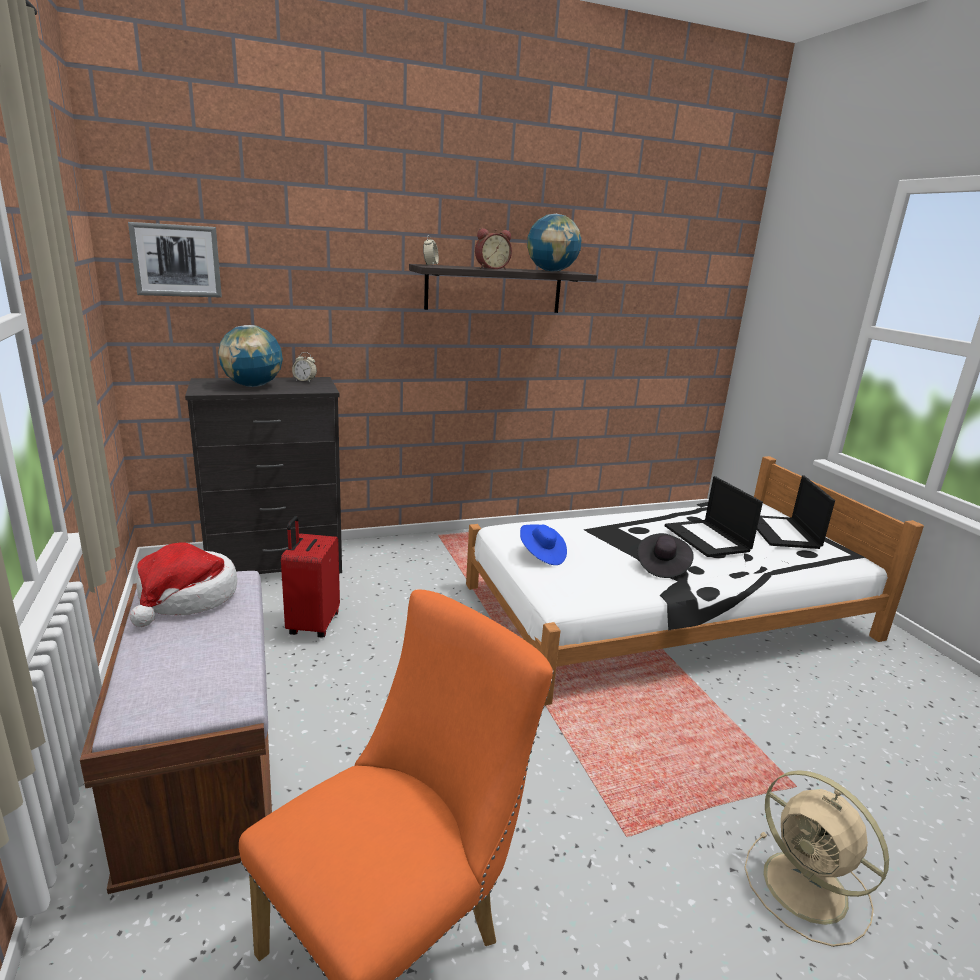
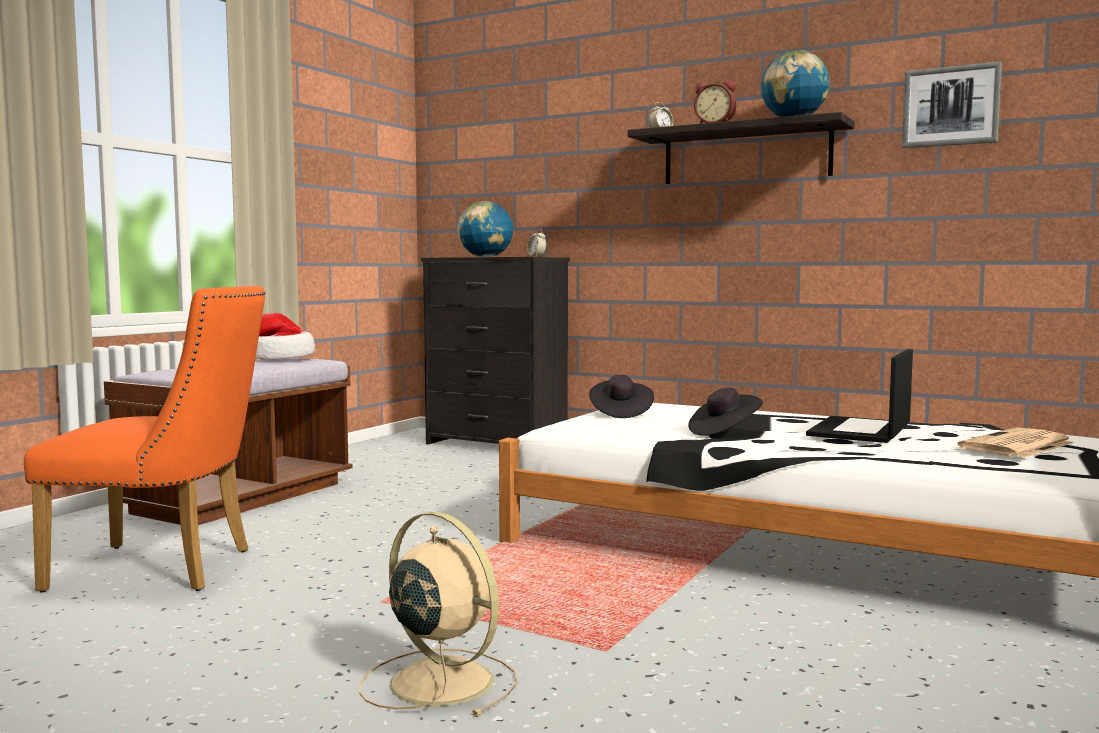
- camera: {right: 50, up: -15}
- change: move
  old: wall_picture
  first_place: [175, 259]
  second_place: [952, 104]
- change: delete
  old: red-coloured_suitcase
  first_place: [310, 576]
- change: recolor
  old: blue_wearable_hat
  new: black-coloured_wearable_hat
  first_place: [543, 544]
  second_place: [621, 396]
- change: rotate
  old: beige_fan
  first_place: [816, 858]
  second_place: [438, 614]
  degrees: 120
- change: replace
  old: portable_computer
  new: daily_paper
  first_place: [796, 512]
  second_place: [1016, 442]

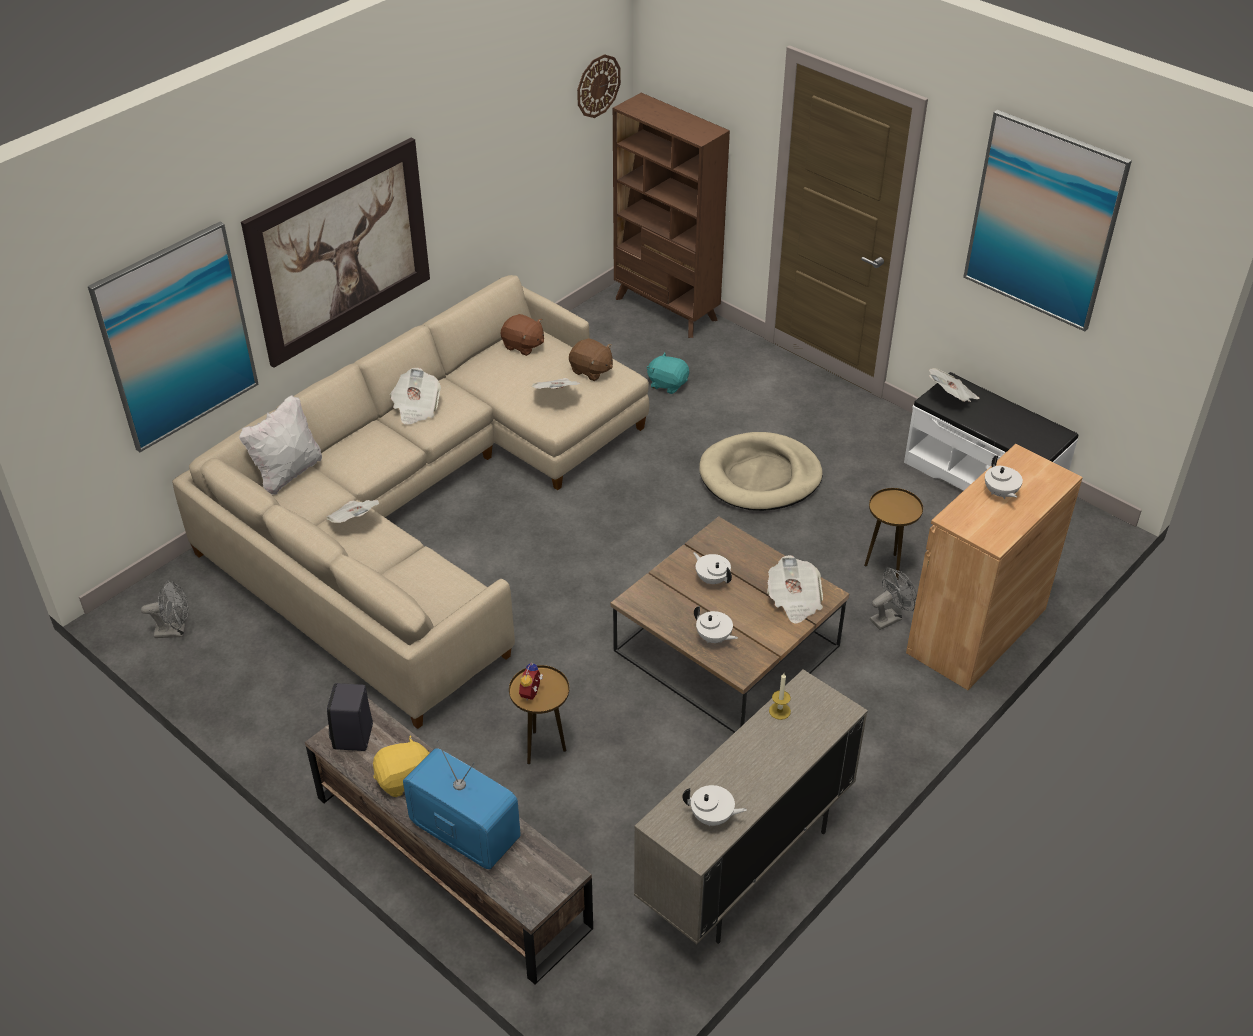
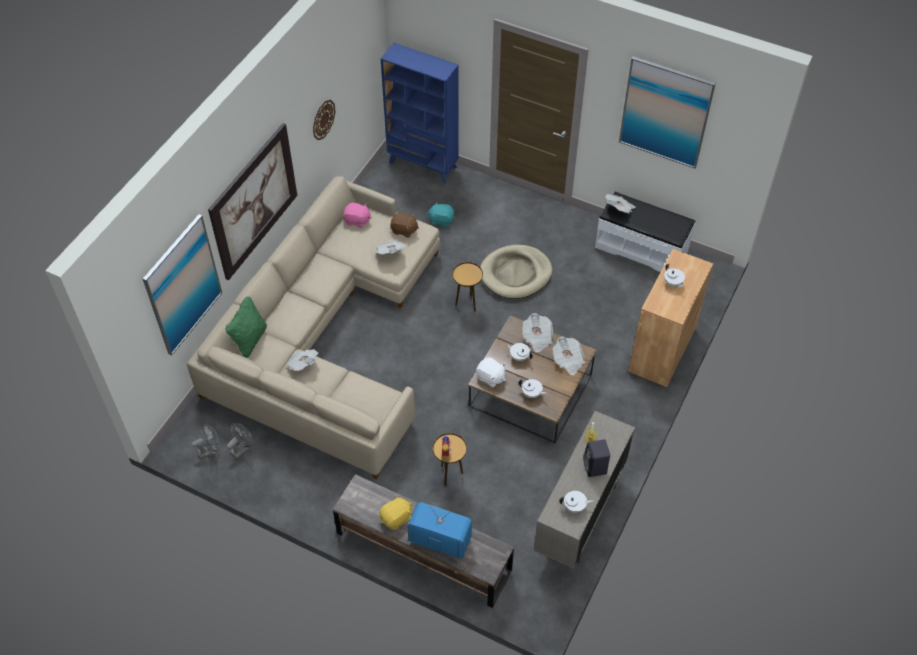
- camera: {right: -15, up: 10}
- change: recolor
  old: white-coloured_throw_pillow
  new: green_throw_pillow
  first_place: [280, 445]
  second_place: [246, 327]
- change: move
  old: black-coloured_speaker
  first_place: [350, 717]
  second_place: [596, 458]
- change: move
  old: daily_paper
  first_place: [415, 396]
  second_place: [537, 332]
- change: recolor
  old: brownish_cuddly_toy
  new: pink-coloured_cuddly_toy
  first_place: [522, 335]
  second_place: [357, 215]
- change: move
  old: clock_on_the_wall
  first_place: [599, 86]
  second_place: [324, 120]
- change: recolor
  old: brownish_bookshelf
  new: blue_bookshelf
  first_place: [671, 215]
  second_place: [420, 113]
- change: move
  old: brownish_side_table
  first_place: [893, 534]
  second_place: [467, 286]
- change: move
  old: greyish_fan
  first_place: [893, 599]
  second_place: [239, 440]
- change: insert
  new: white-coloured_cuddly_toy
  second_place: [491, 372]

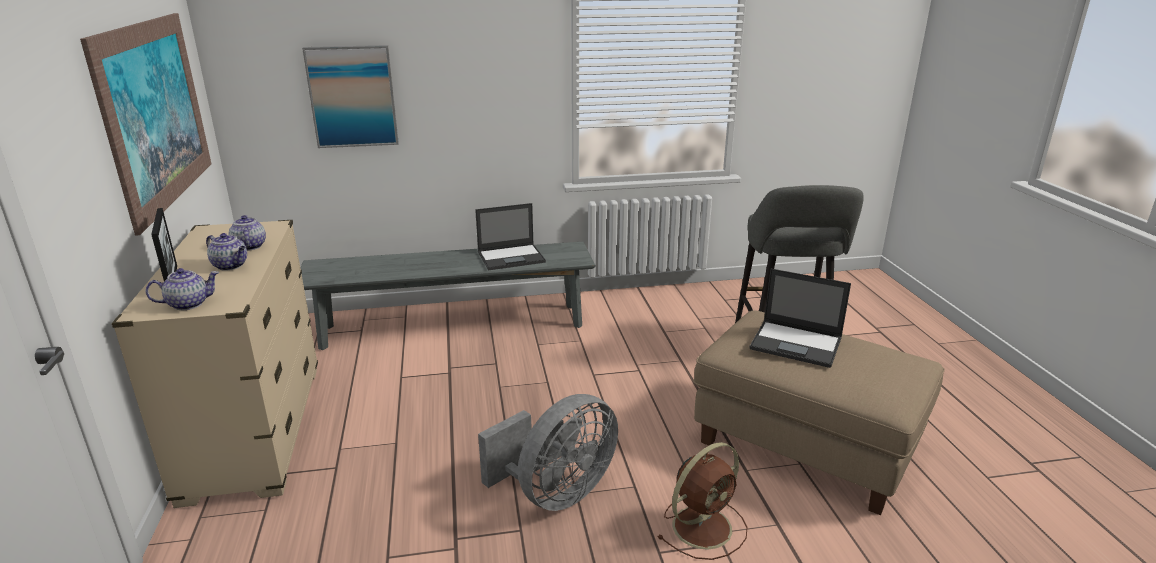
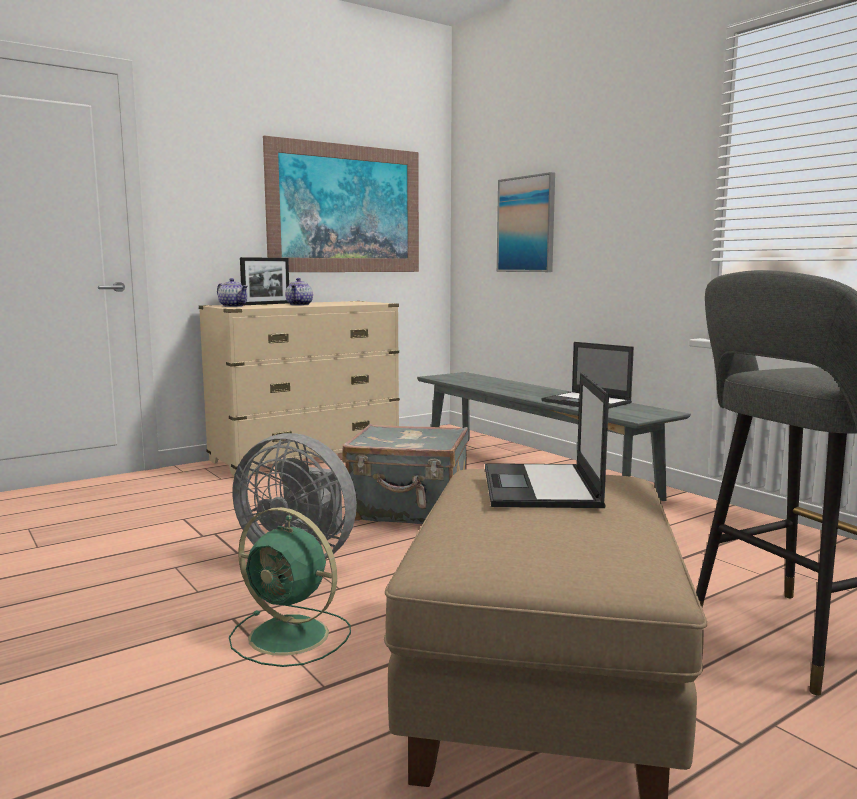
- camera: {right: 65, up: -15}
- change: delete
  old: tea_pot
  first_place: [247, 233]
- change: recolor
  old: brownish_fan
  new: green_fan
  first_place: [702, 501]
  second_place: [290, 587]
- change: insert
  new: greyish_suitcase
  second_place: [405, 474]

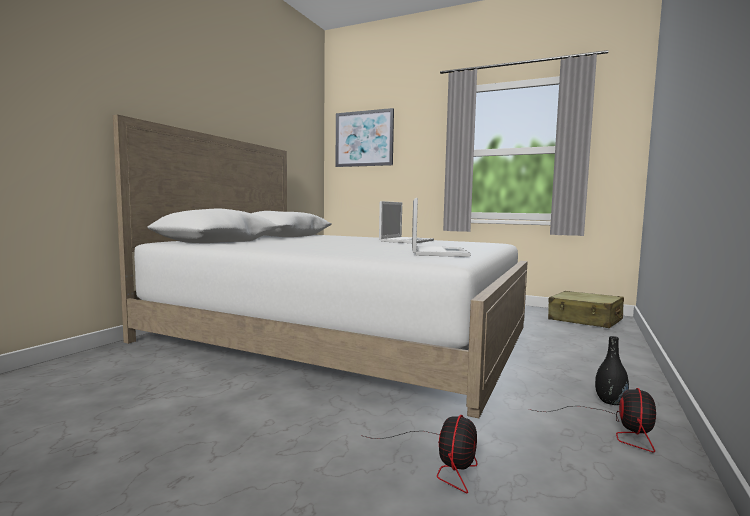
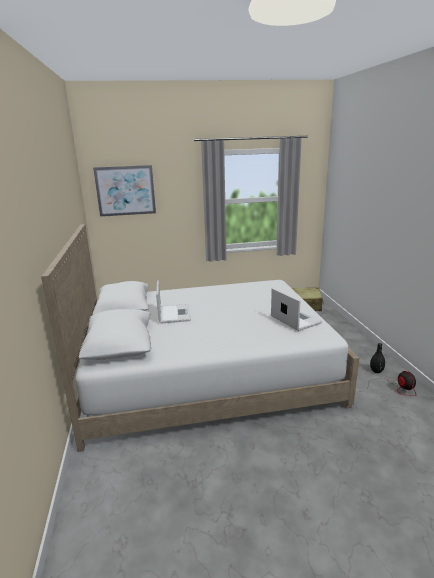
- camera: {right: -35, up: 15}
- change: delete
  old: fan
  first_place: [419, 454]
- change: move
  old: portable_computer
  first_place: [406, 222]
  second_place: [173, 302]

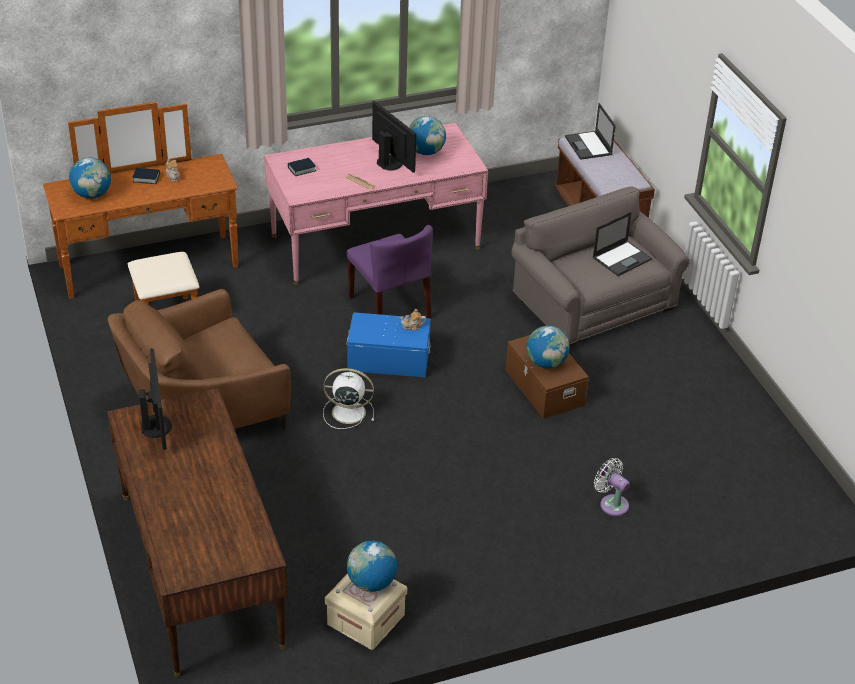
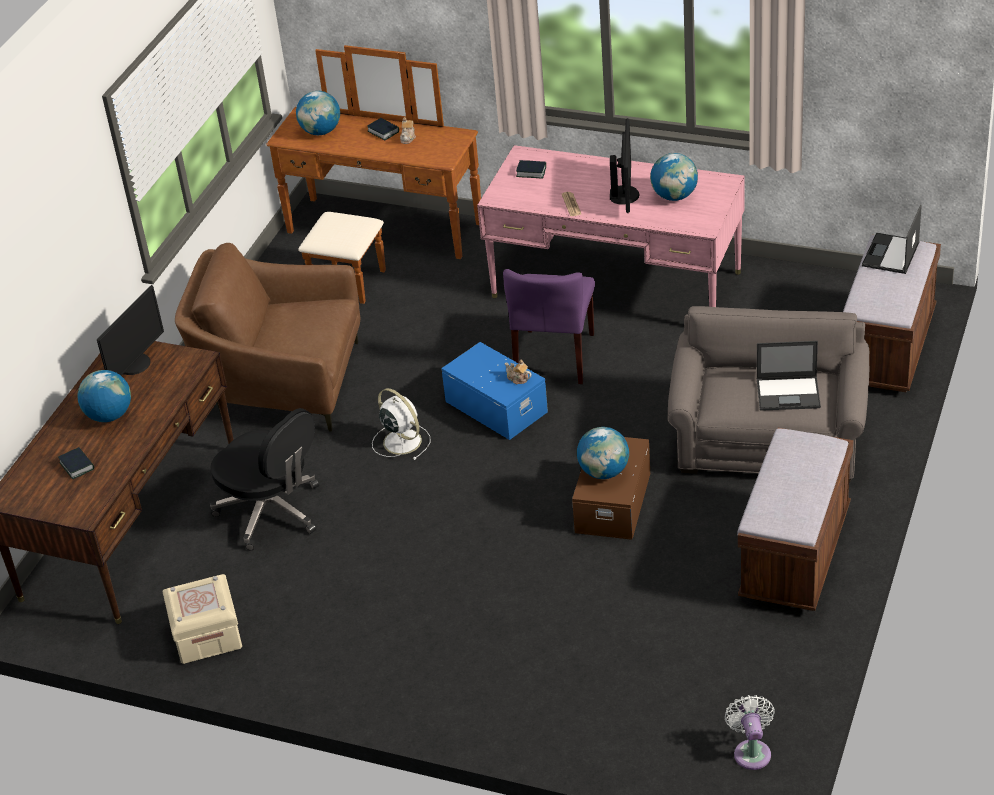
- camera: {right: 45, up: 0}
- change: move
  old: world_globe
  first_place: [372, 566]
  second_place: [104, 396]
- change: move
  old: white-coloured_fan
  first_place: [612, 487]
  second_place: [750, 732]
- change: insert
  new: volume
  second_place: [76, 463]
- change: insert
  new: black-coloured_computer_chair
  second_place: [264, 479]
- change: insert
  new: brownish_bench
  second_place: [795, 519]

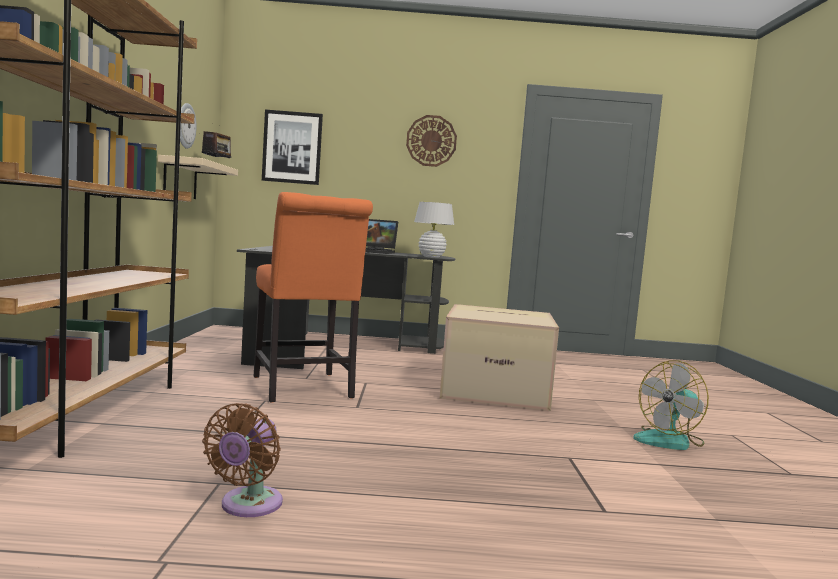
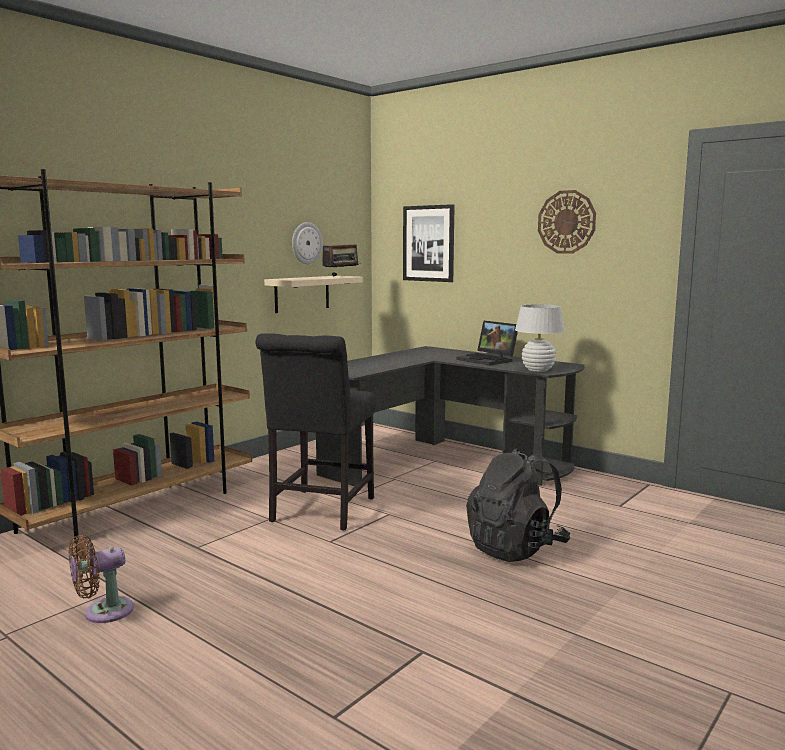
- camera: {right: 40, up: 5}
- change: recolor
  old: orangey_chair
  new: black-coloured_chair
  first_place: [313, 297]
  second_place: [315, 431]
- change: replace
  old: packing_box
  new: black-coloured_rucksack
  first_place: [499, 357]
  second_place: [518, 505]
- change: delete
  old: fan
  first_place: [671, 405]

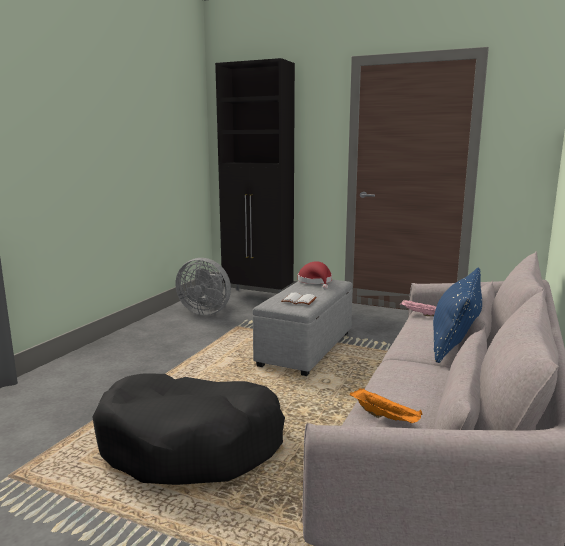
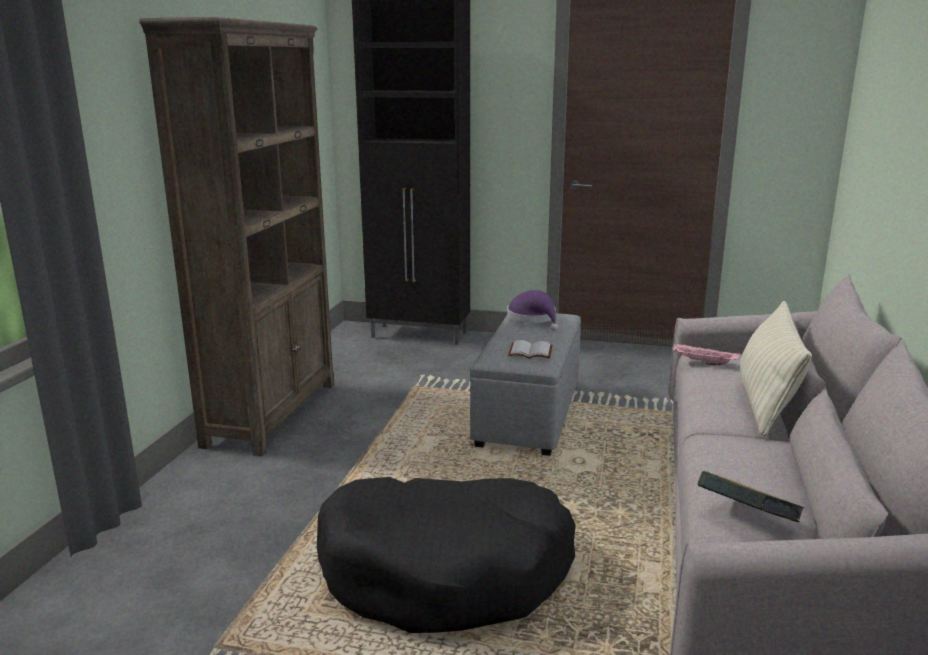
- camera: {right: -10, up: 5}
- change: delete
  old: greyish_fan
  first_place: [203, 286]
- change: recolor
  old: red-coloured_wearable_hat
  new: purplish_wearable_hat
  first_place: [315, 275]
  second_place: [532, 310]
- change: replace
  old: orangey_tray
  new: volume
  first_place: [386, 405]
  second_place: [751, 496]
- change: recolor
  old: blue_throw_pillow
  new: beige_throw_pillow
  first_place: [457, 315]
  second_place: [776, 368]
- change: insert
  new: brownish_bookshelf
  second_place: [236, 236]

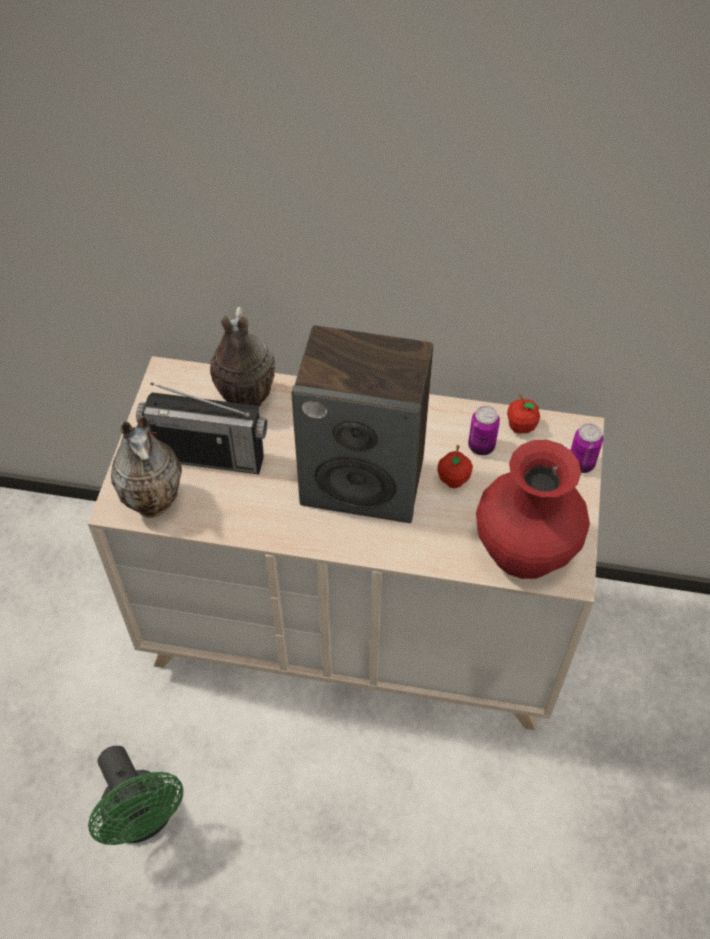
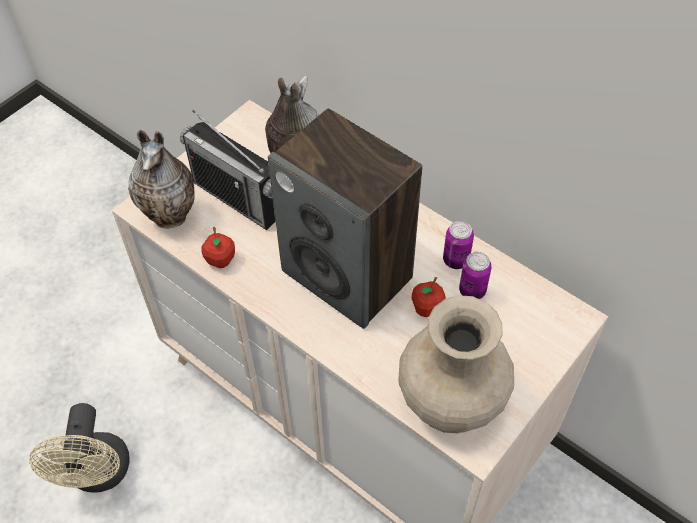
- camera: {right: 30, up: 0}
- change: recolor
  old: green_fan
  new: beige_fan
  first_place: [136, 795]
  second_place: [79, 448]
- change: recolor
  old: red-coloured_vase
  new: beige_vase
  first_place: [533, 509]
  second_place: [456, 364]
- change: move
  old: apple_fruit
  first_place: [523, 413]
  second_place: [218, 247]
- change: move
  old: metal_can
  first_place: [587, 448]
  second_place: [458, 245]

